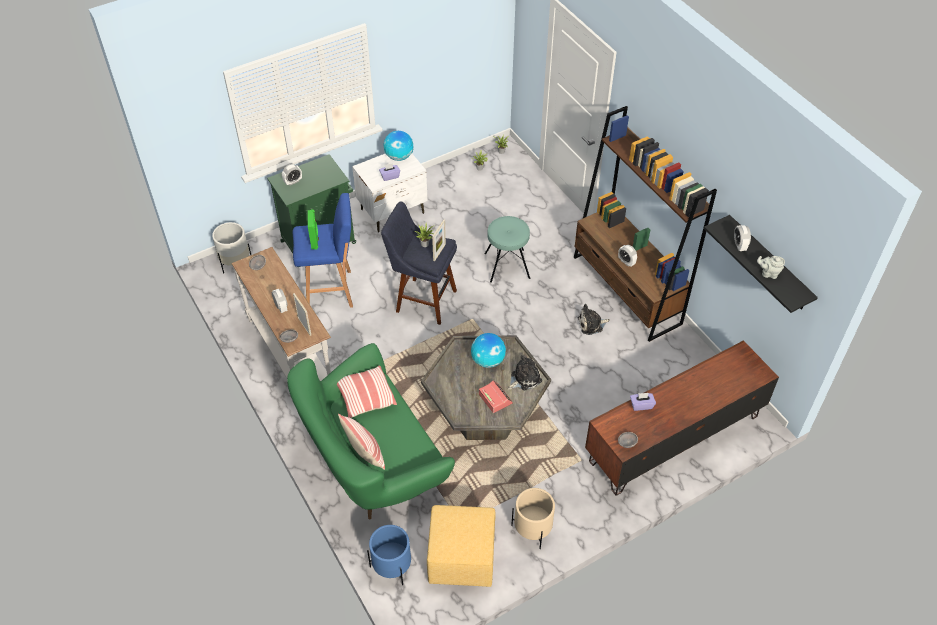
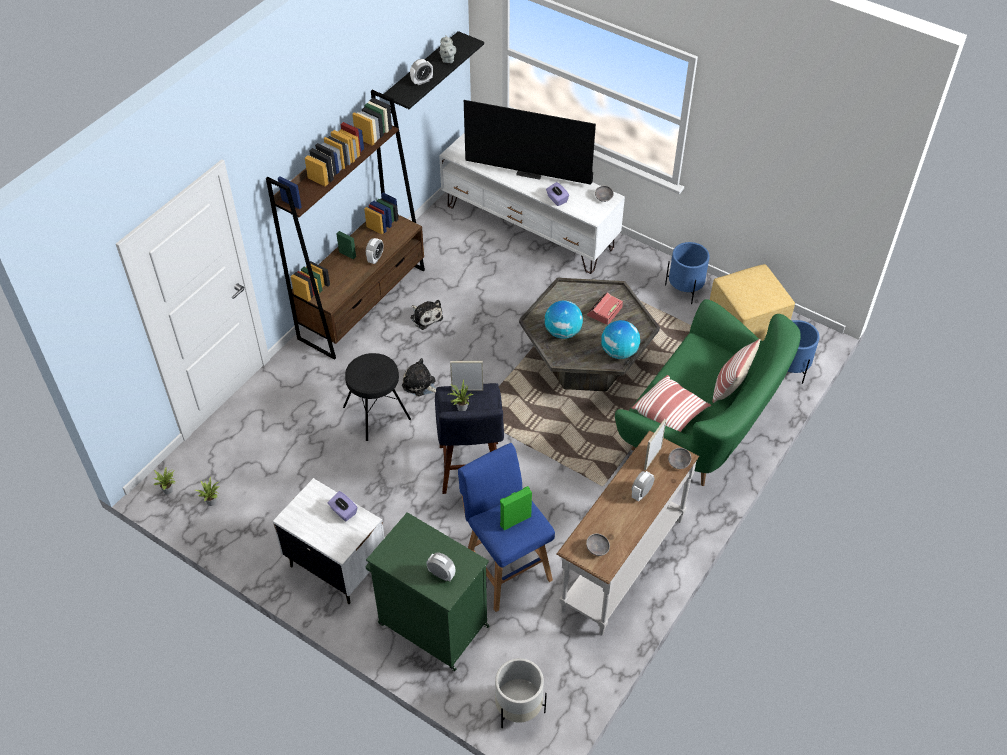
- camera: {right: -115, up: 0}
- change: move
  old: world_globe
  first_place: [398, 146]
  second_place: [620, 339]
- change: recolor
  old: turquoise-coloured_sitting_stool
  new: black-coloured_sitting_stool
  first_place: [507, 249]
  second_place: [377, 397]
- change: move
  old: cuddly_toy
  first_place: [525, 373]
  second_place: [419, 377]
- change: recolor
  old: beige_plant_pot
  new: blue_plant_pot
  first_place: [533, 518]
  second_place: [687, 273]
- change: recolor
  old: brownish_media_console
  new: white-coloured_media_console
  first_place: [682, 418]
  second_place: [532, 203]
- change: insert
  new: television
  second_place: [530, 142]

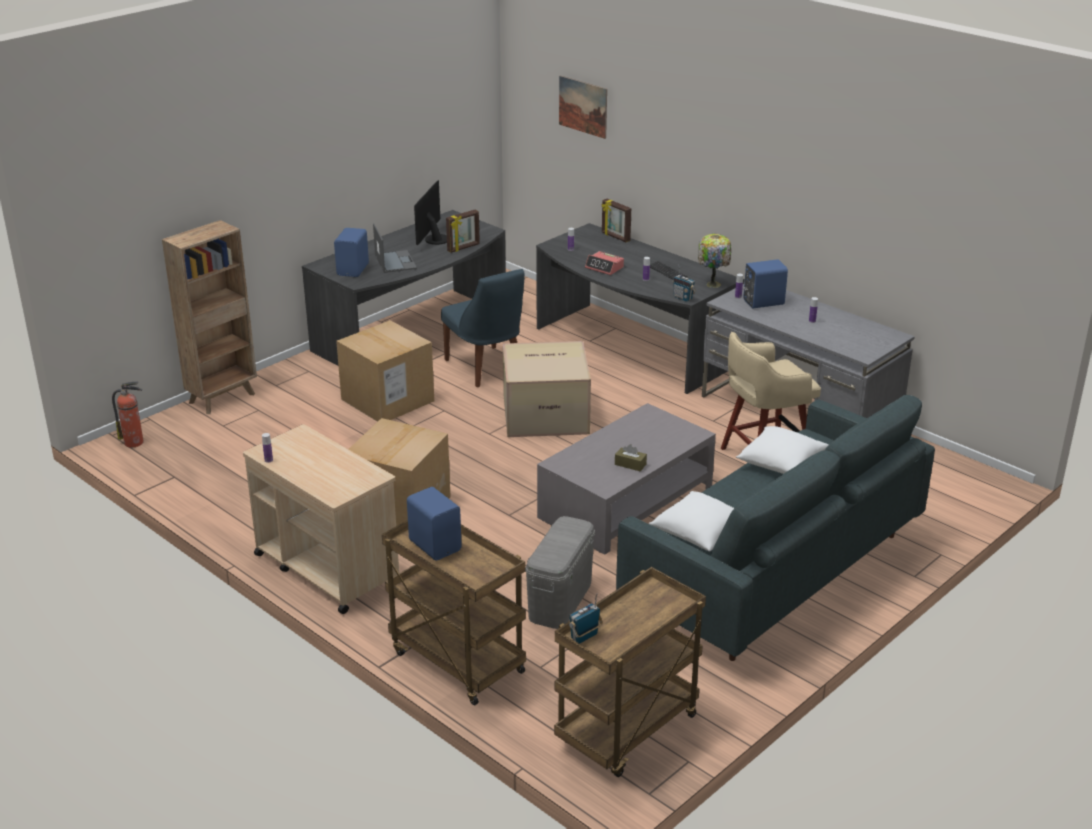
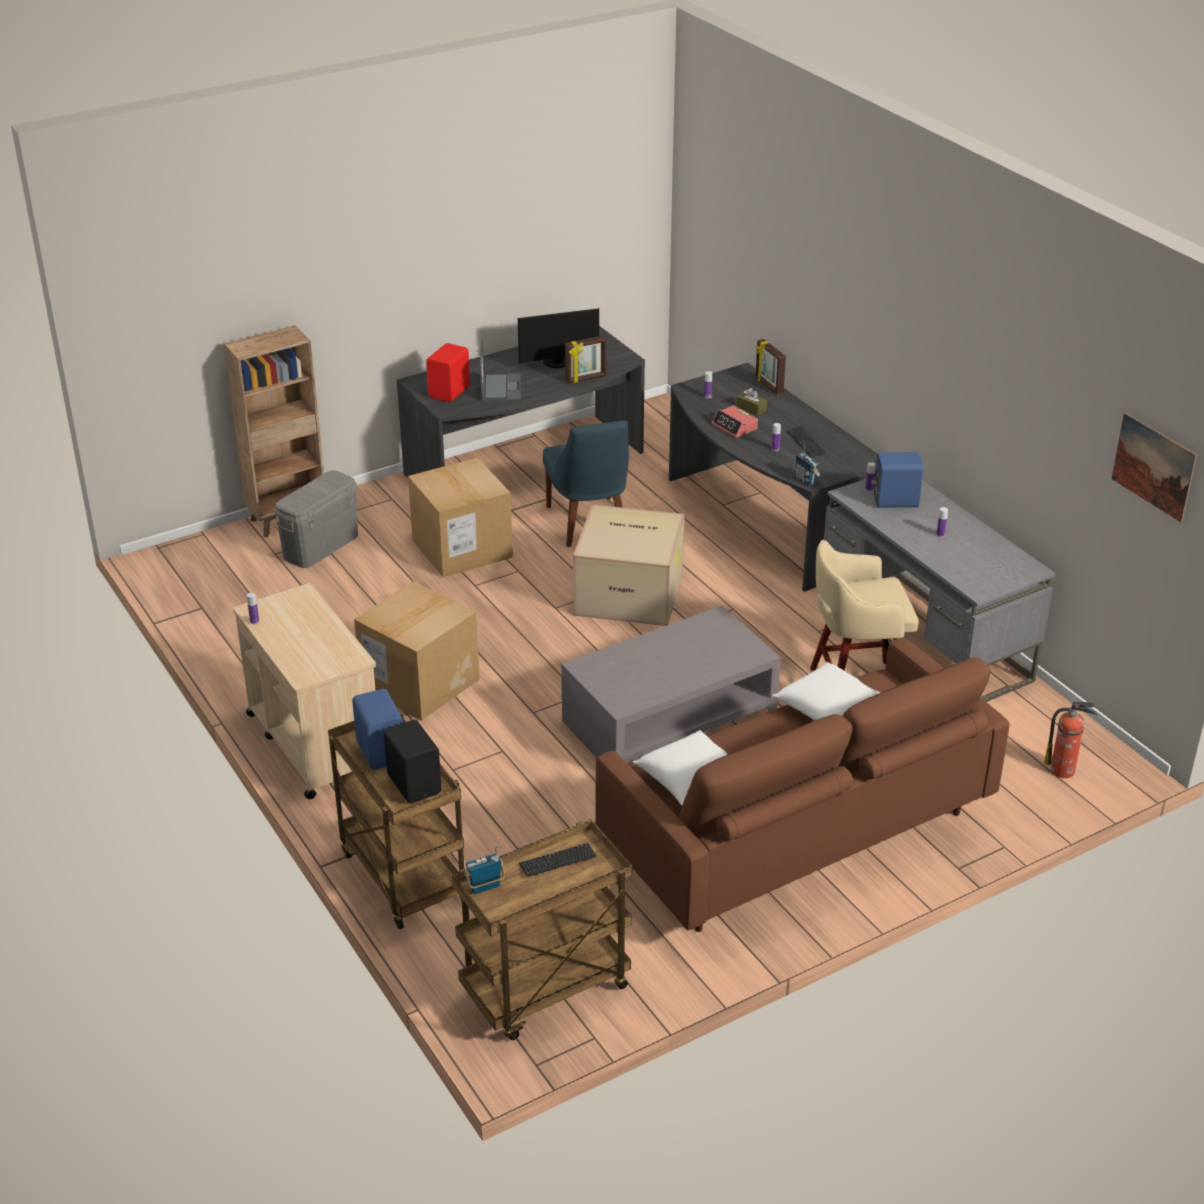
- camera: {right: 15, up: 5}
- change: move
  old: fire_extinguisher
  first_place: [128, 414]
  second_place: [1071, 740]
- change: recolor
  old: blue_speaker
  new: red-coloured_speaker
  first_place: [351, 252]
  second_place: [448, 372]
- change: rotate
  old: monitor
  first_place: [430, 213]
  second_place: [558, 338]
  degrees: -135
- change: move
  old: greyish_storage_box
  first_place: [560, 572]
  second_place: [316, 519]
- change: move
  old: wall_picture
  first_place: [583, 107]
  second_place: [1154, 467]
- change: move
  old: brownish_box_of_tissues
  first_place: [631, 457]
  second_place: [751, 402]
- change: recolor
  old: greyish_sofa
  new: brownish_sofa
  first_place: [775, 528]
  second_place: [802, 784]
- change: delete
  old: lamp_for_a_table
  first_place: [714, 261]
- change: insert
  new: black-coloured_speaker
  second_place: [413, 761]
- change: insert
  new: keyboard
  second_place: [557, 860]

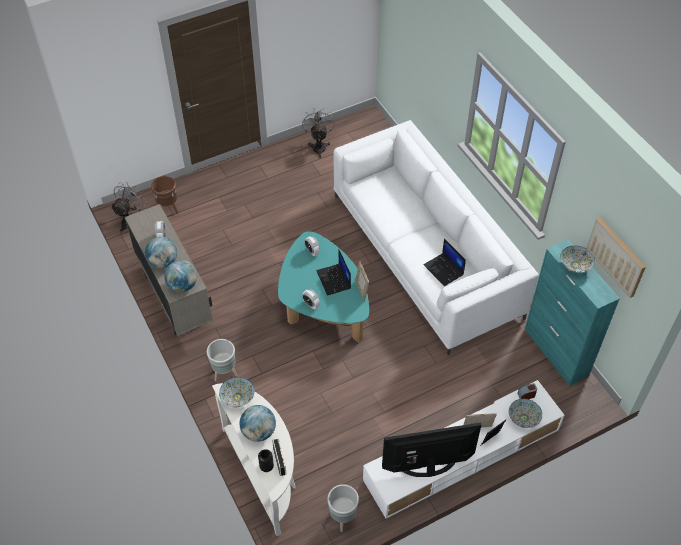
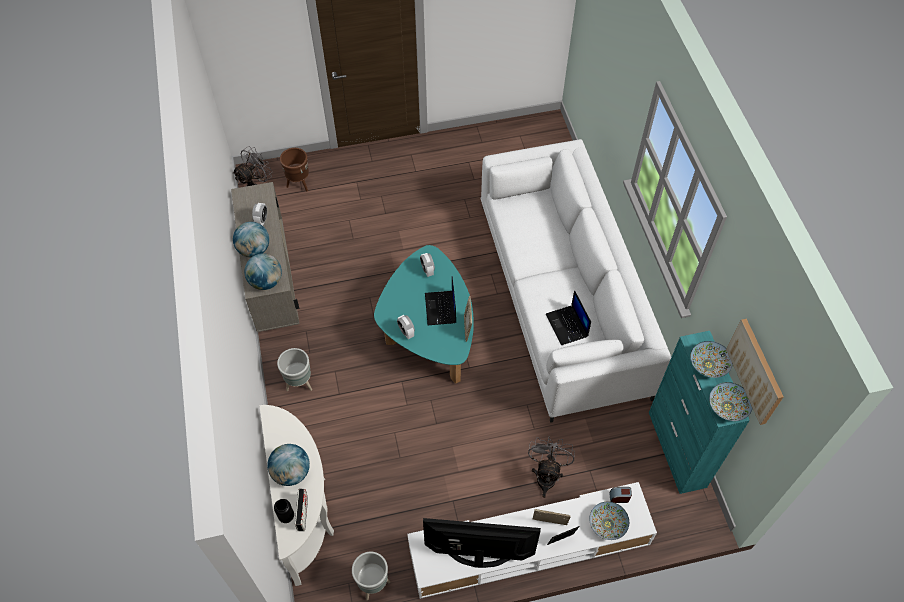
- camera: {right: 15, up: 5}
- change: move
  old: bowl
  first_place: [236, 392]
  second_place: [731, 401]
- change: move
  old: greyish_fan
  first_place: [318, 133]
  second_place: [551, 467]

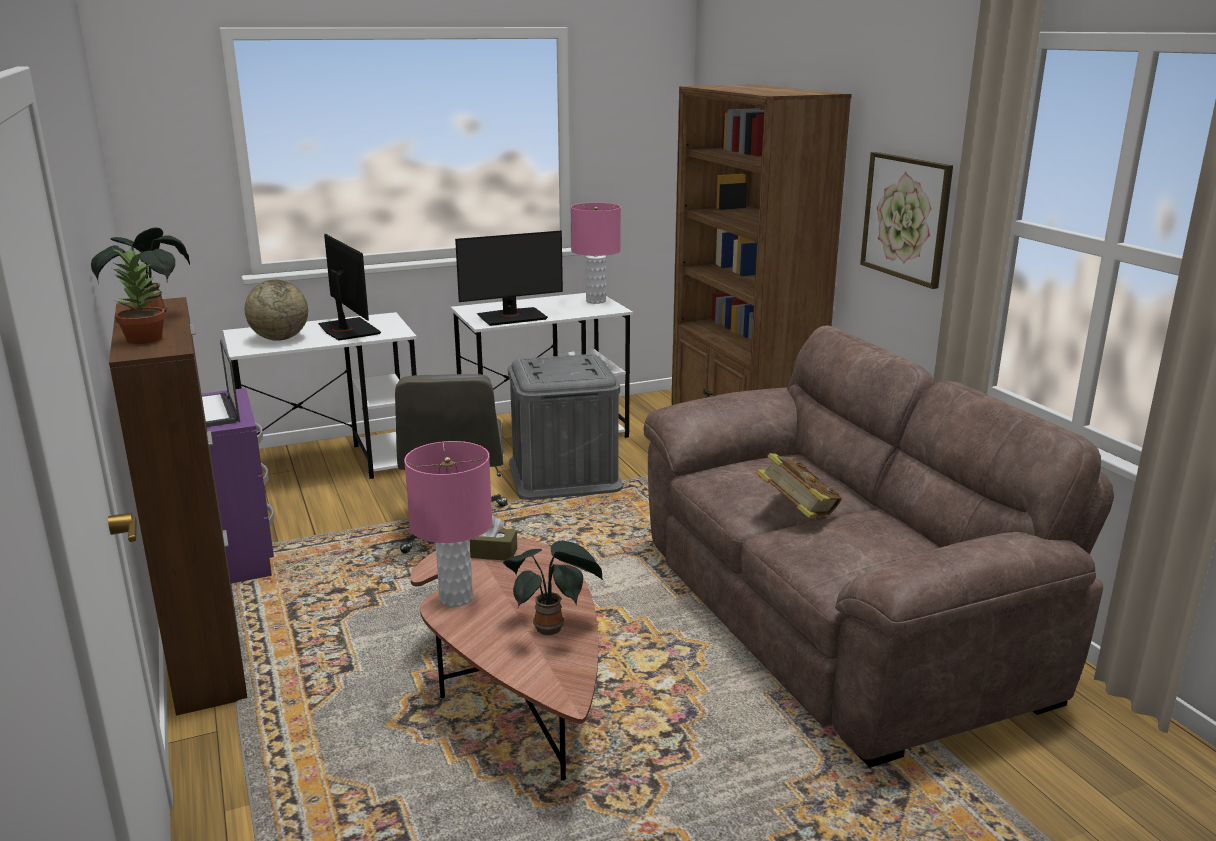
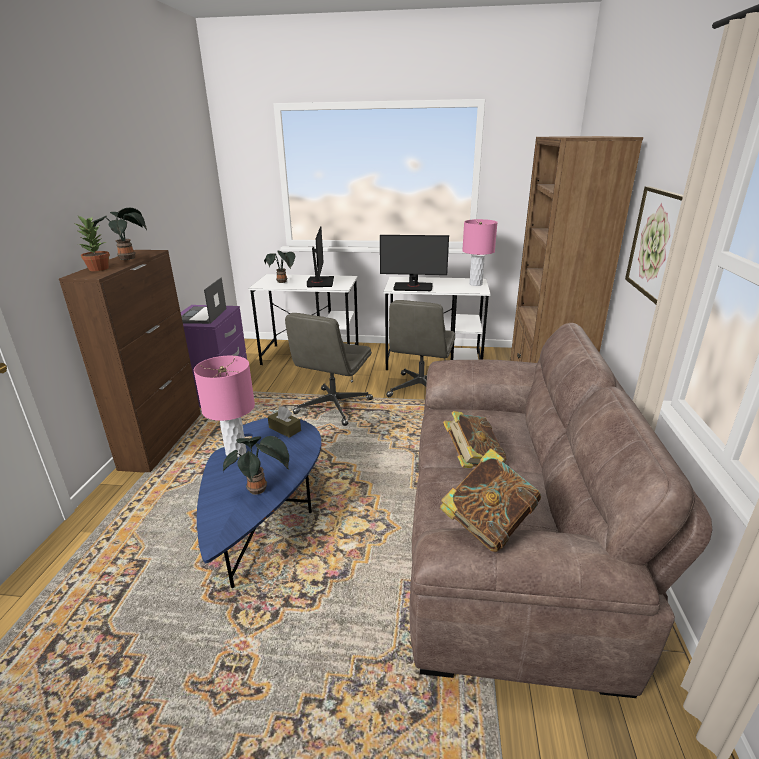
- camera: {right: 30, up: 5}
- change: replace
  old: world_globe
  new: houseplant
  first_place: [276, 310]
  second_place: [279, 267]
- change: recolor
  old: brownish_coffee_table
  new: blue_coffee_table
  first_place: [504, 659]
  second_place: [259, 503]
- change: replace
  old: greyish_storage_box
  new: greyish_computer_chair
  first_place: [565, 427]
  second_place: [420, 348]
- change: insert
  new: volume
  second_place: [490, 500]

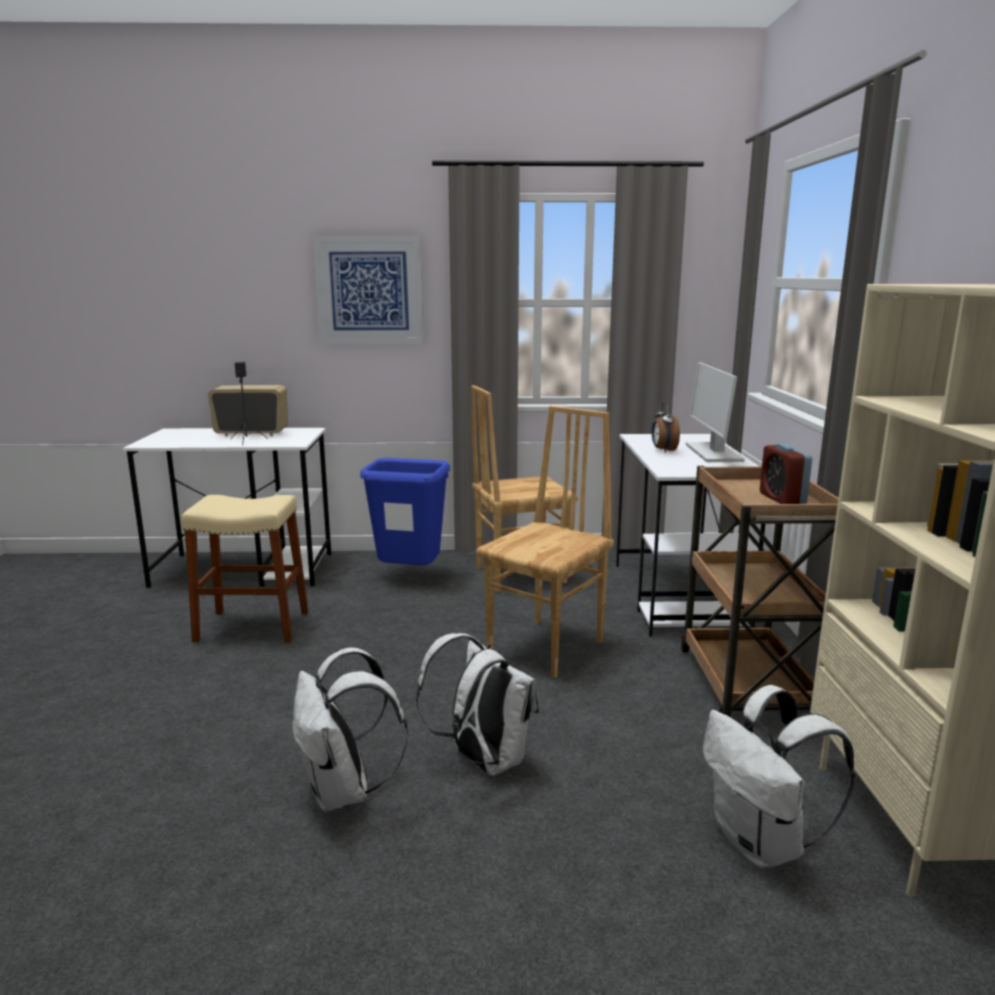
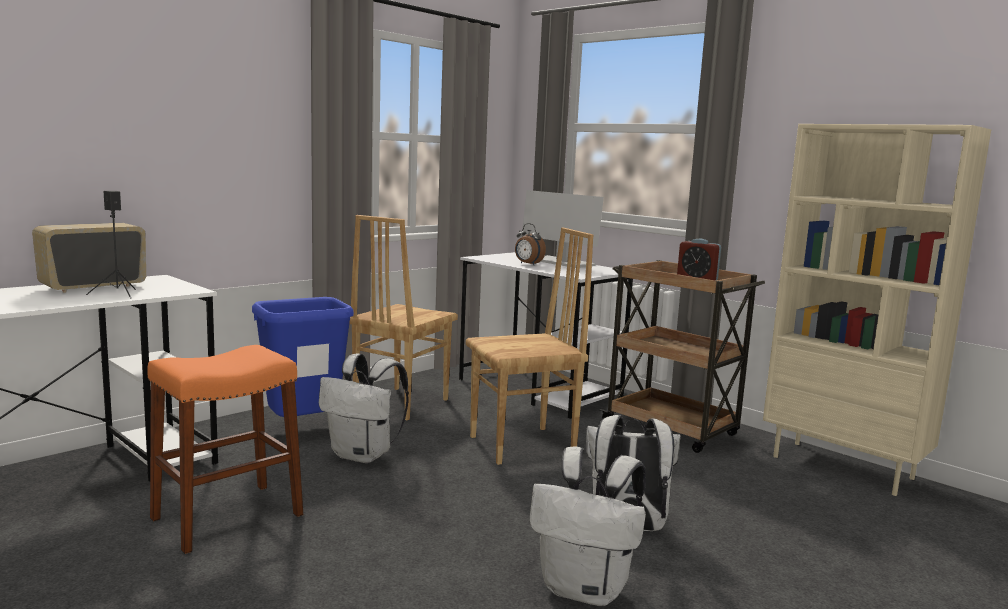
- camera: {right: -45, up: -5}
- change: recolor
  old: beige_sitting_stool
  new: orangey_sitting_stool
  first_place: [245, 569]
  second_place: [225, 449]
- change: delete
  old: wall_picture
  first_place: [368, 289]
- change: rotate
  old: brownish_chair
  first_place: [545, 542]
  second_place: [530, 346]
  degrees: 75
- change: move
  old: white-coloured_rucksack
  first_place: [779, 776]
  second_place: [364, 408]

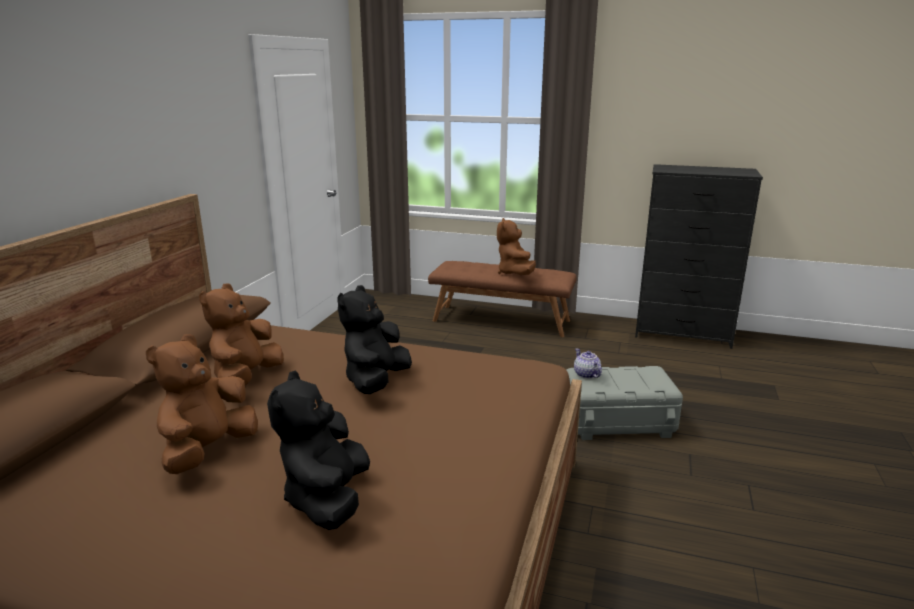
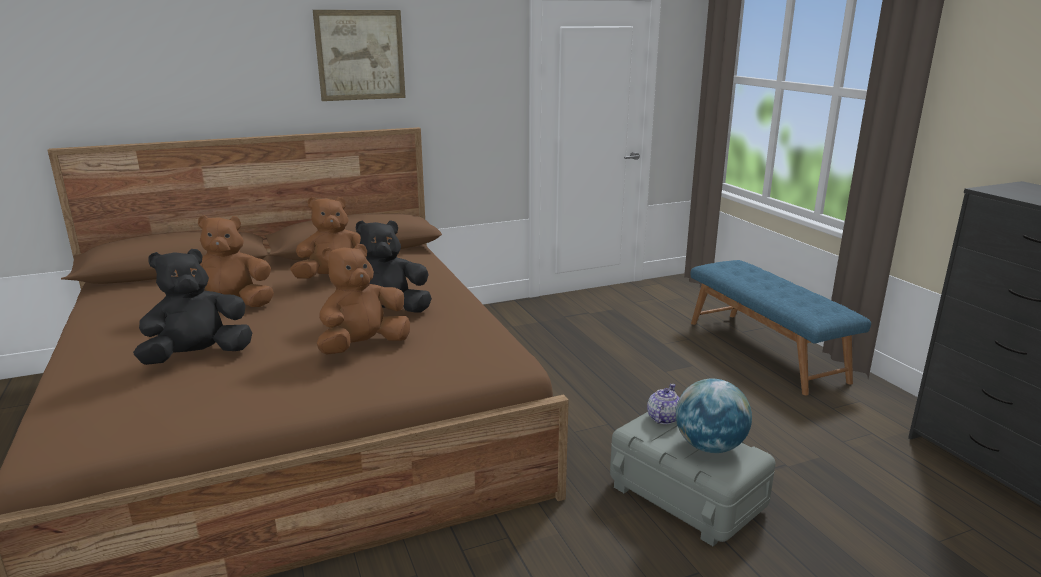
- camera: {right: 50, up: 0}
- change: recolor
  old: brownish_bench
  new: blue_bench
  first_place: [502, 299]
  second_place: [781, 328]
- change: move
  old: brownish_cuddly_toy
  first_place: [516, 246]
  second_place: [363, 299]
- change: insert
  new: wall_picture
  second_place: [359, 55]
- change: insert
  new: world_globe
  second_place: [714, 416]

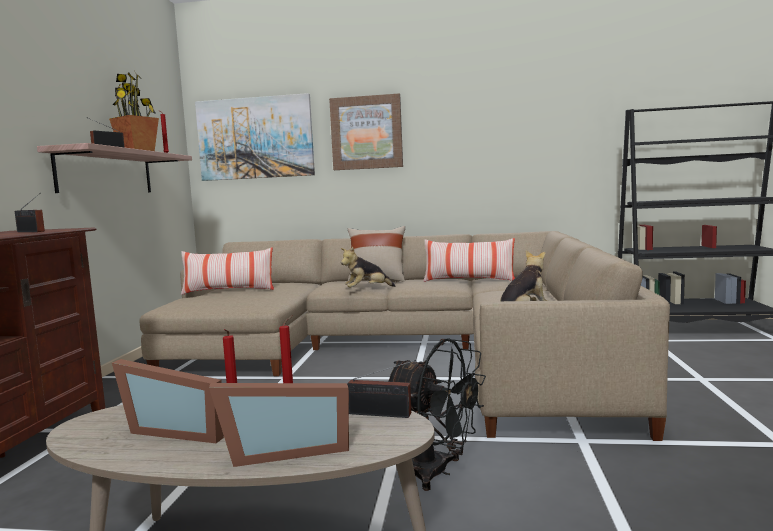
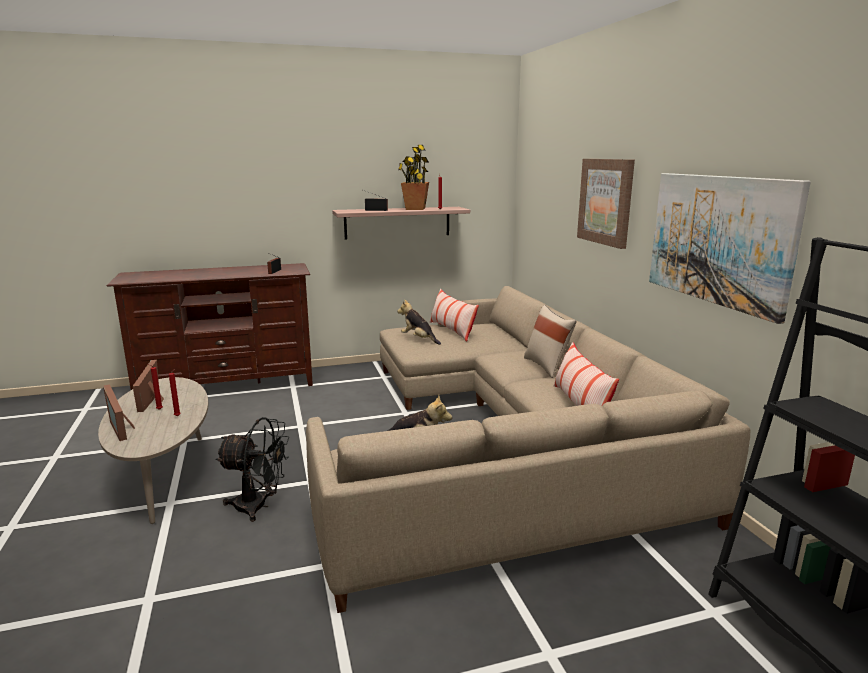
- camera: {right: 65, up: 10}
- change: move
  old: wall_picture
  first_place: [255, 137]
  second_place: [730, 248]
- change: move
  old: cuddly_toy
  first_place: [368, 267]
  second_place: [419, 322]
- change: delete
  old: radio_receiver
  first_place: [381, 389]
- change: rotate
  old: black-coloured_fan
  first_place: [437, 414]
  second_place: [252, 469]
  degrees: -90

